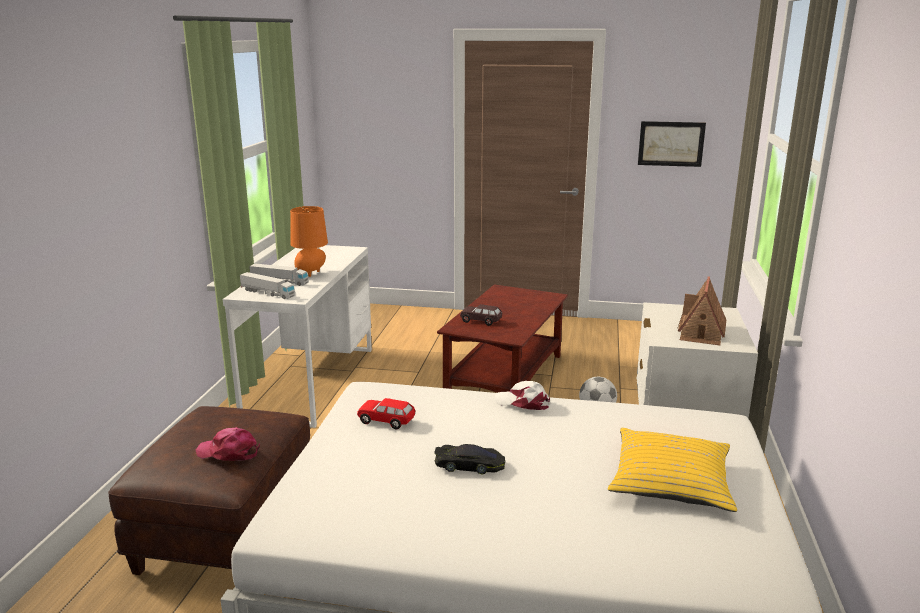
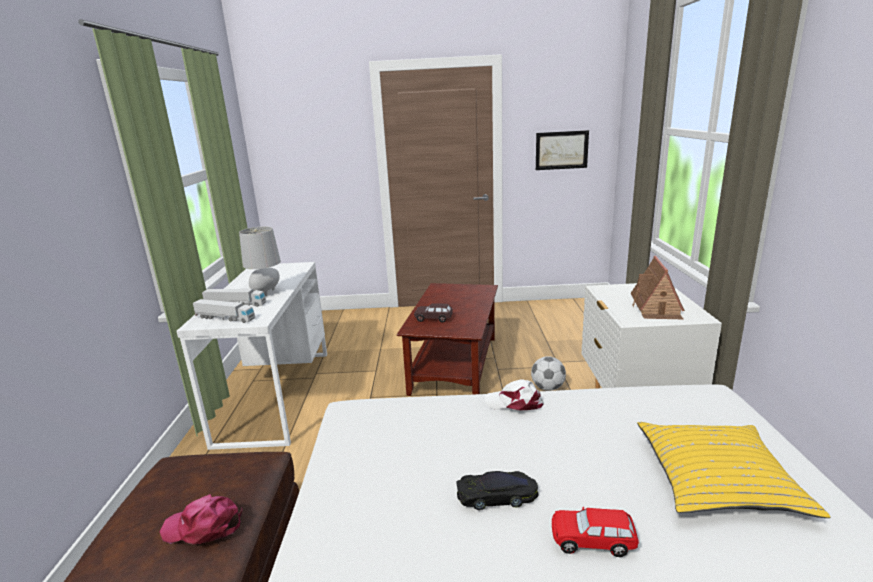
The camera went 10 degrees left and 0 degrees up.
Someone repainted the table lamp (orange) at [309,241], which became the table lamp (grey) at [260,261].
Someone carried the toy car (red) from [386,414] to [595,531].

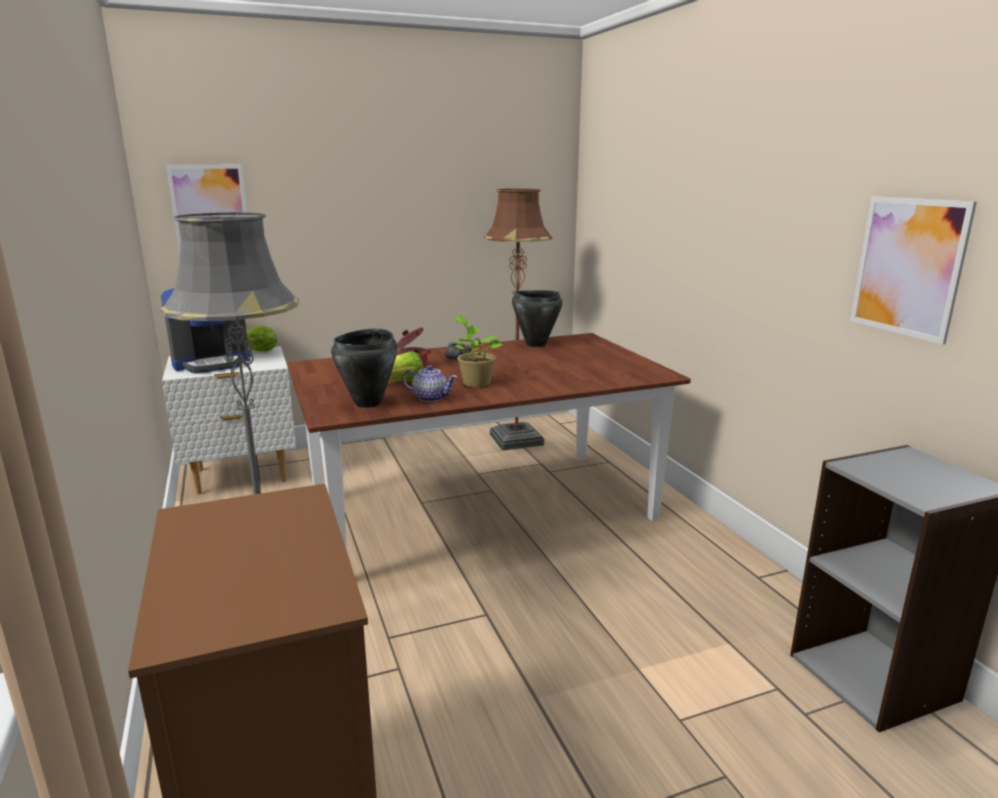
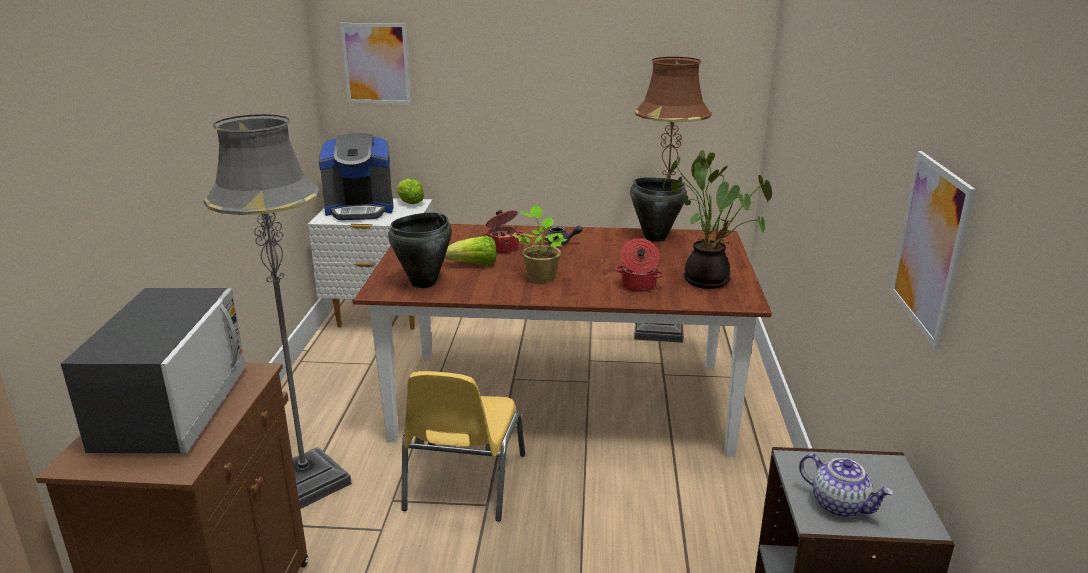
The camera went 25 degrees right and 5 degrees up.
Someone put down the microwave at [154,370].
Someone put down the chair (yellow) at [463,446].
Someone put down the cooking pot at [639,265].
Someone put down the potted plant at [717,219].
Someone carried the teapot from [430,383] to [846,485].

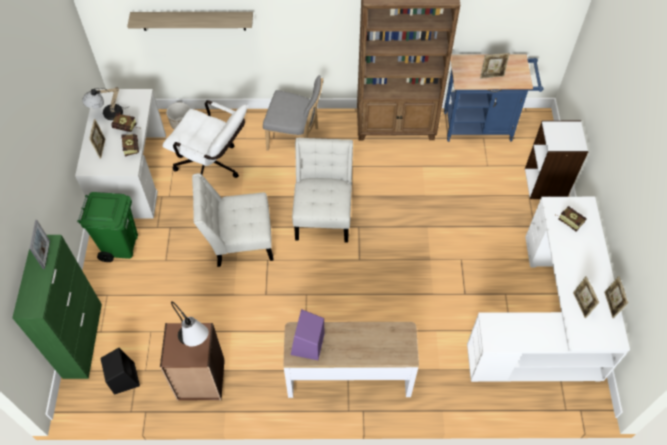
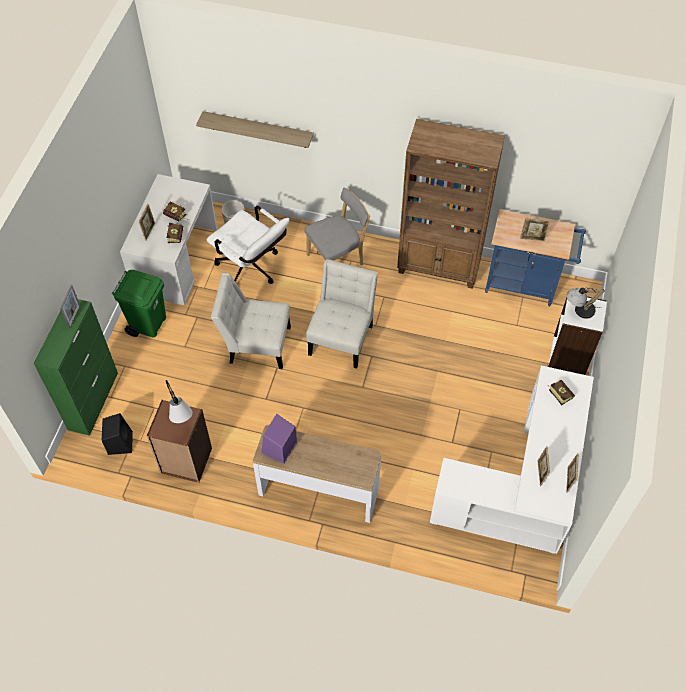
The camera went 15 degrees right and 0 degrees up.
Someone rotated the chair (grey) at [293,113] by 60 degrees counterclockwise.
Someone carried the table lamp from [105,103] to [586,303].

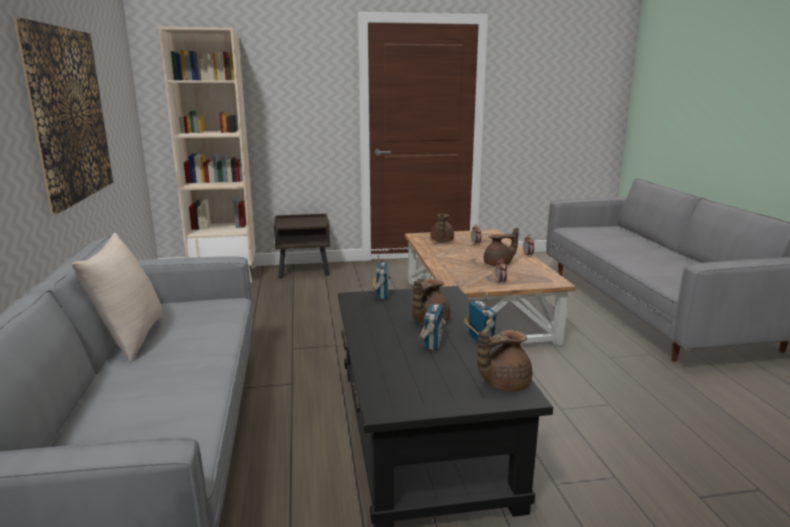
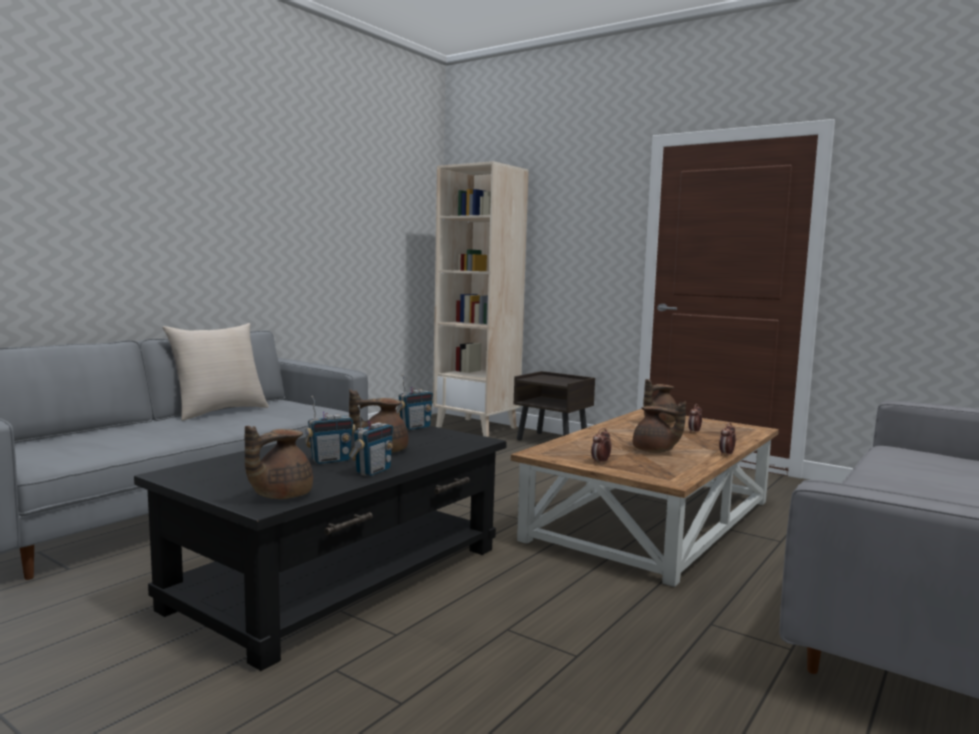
The camera went 45 degrees right and 10 degrees down.
Someone rotated the teapot (brown) at [504,361] by 75 degrees counterclockwise.
Someone took away the picture at [63,116].

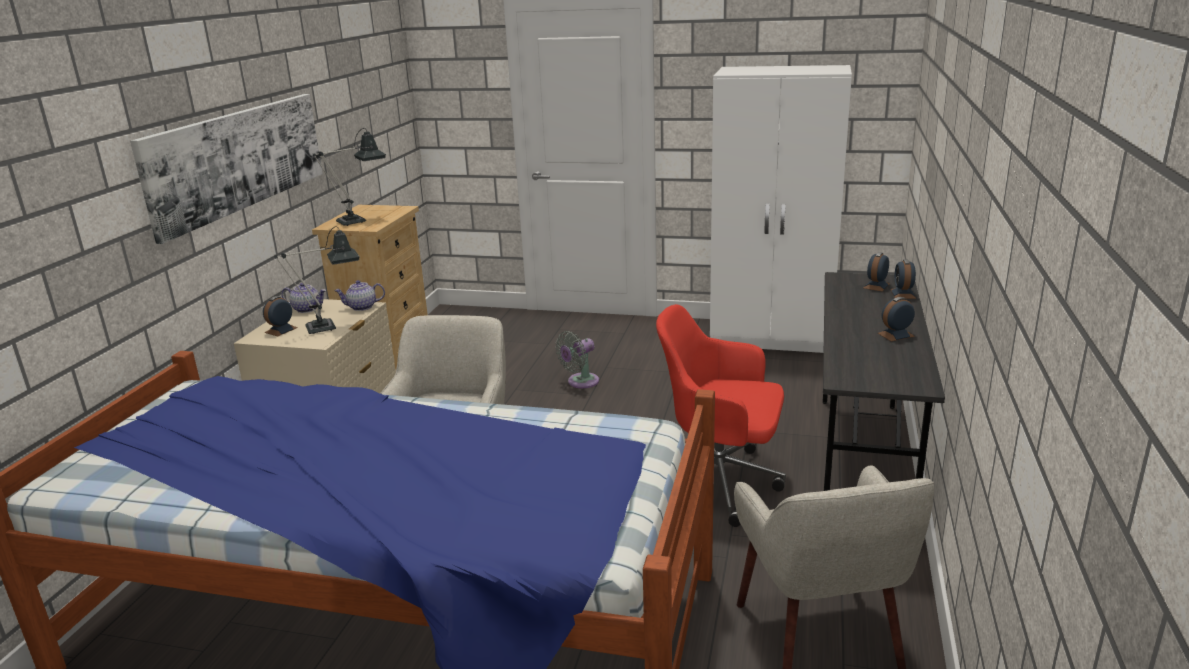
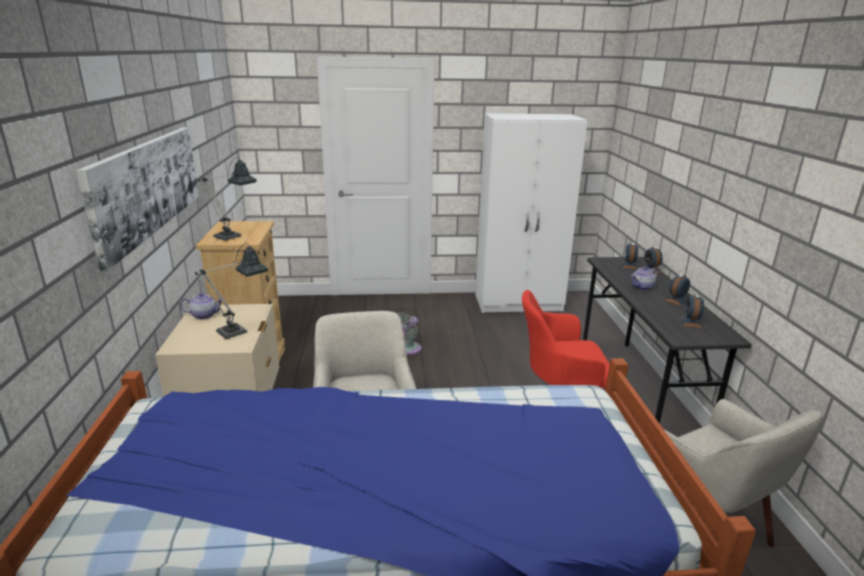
The camera went 20 degrees left and 0 degrees up.
Someone carried the teapot from [359,295] to [644,279].
Someone carried the alarm clock from [280,316] to [692,311].

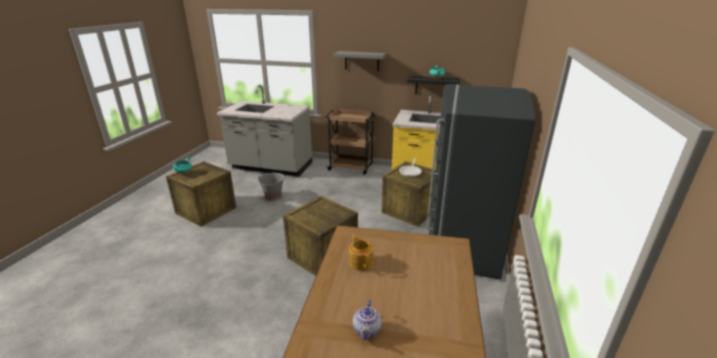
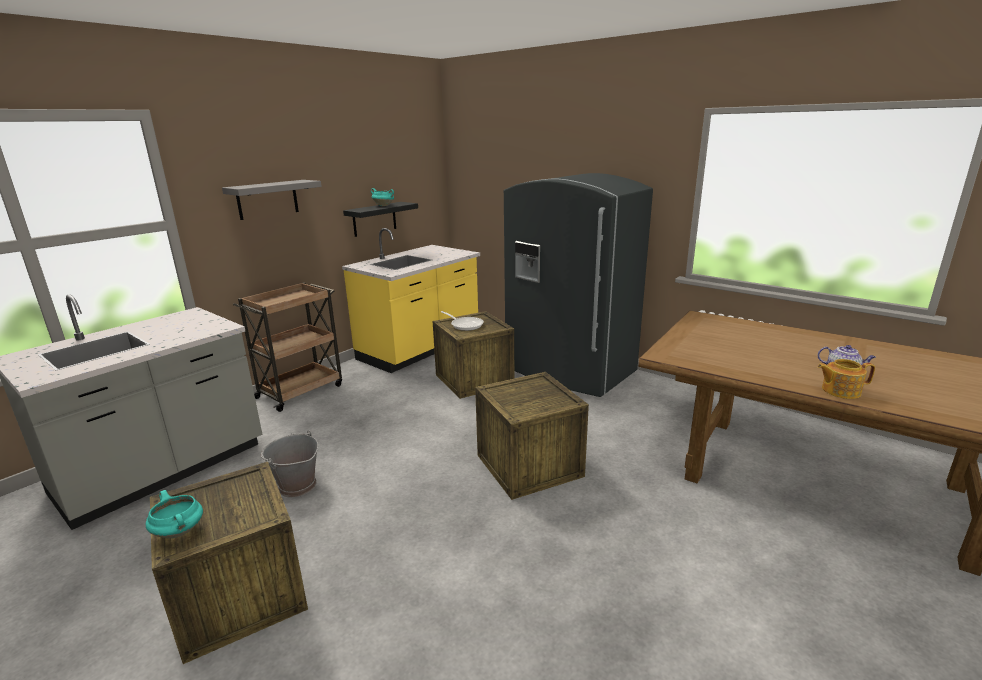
The camera went 65 degrees left and 5 degrees down.
Someone carried the teapot from [361,252] to [846,379].

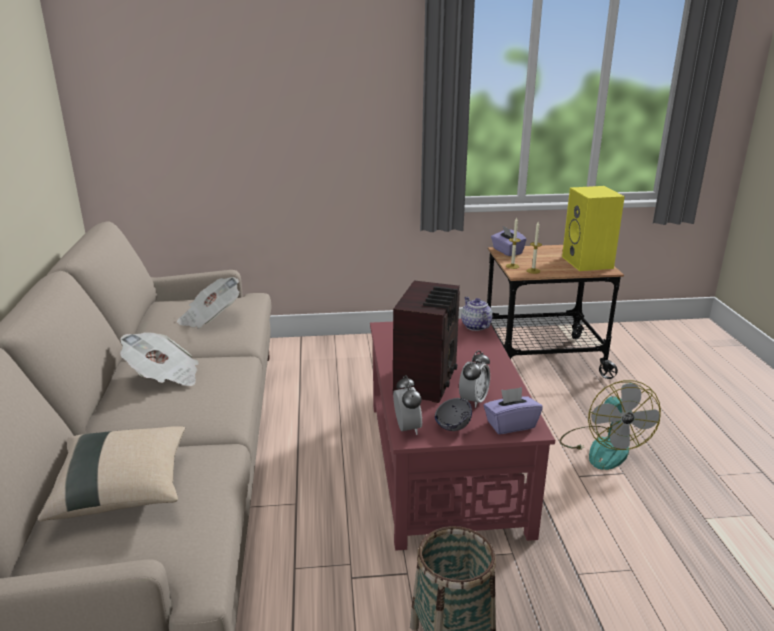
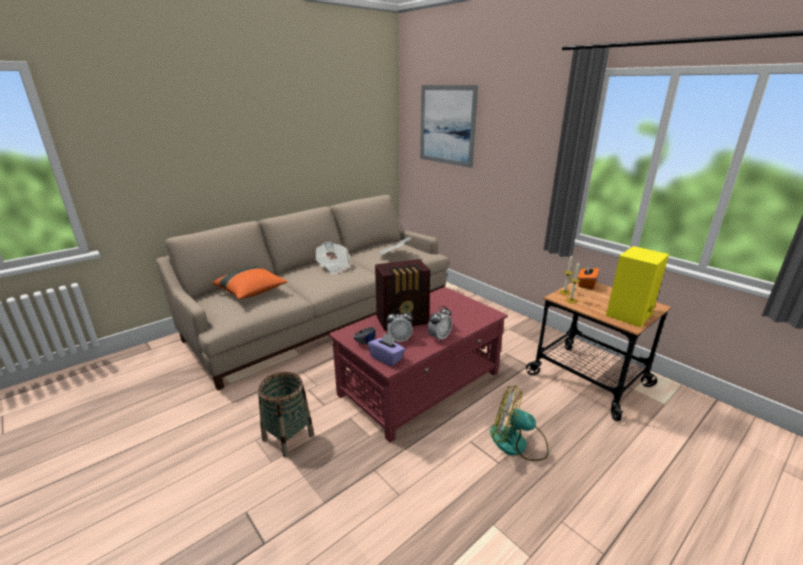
The camera went 55 degrees right and 0 degrees up.
Someone repainted the pillow (beige) at [111,473], which became the pillow (orange) at [249,282].
Someone put up the picture at [449,126].
Someone carried the alarm clock from [407,405] to [440,324].
Someone rotated the fan at [610,425] by 60 degrees clockwise.
Someone repainted the tissue box (purple) at [509,241], which became the tissue box (orange) at [589,276].
Someone took away the teapot at [477,314].

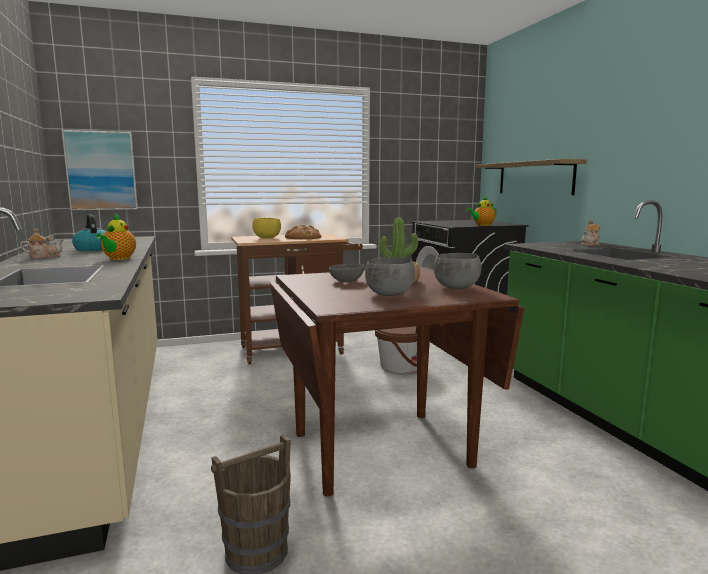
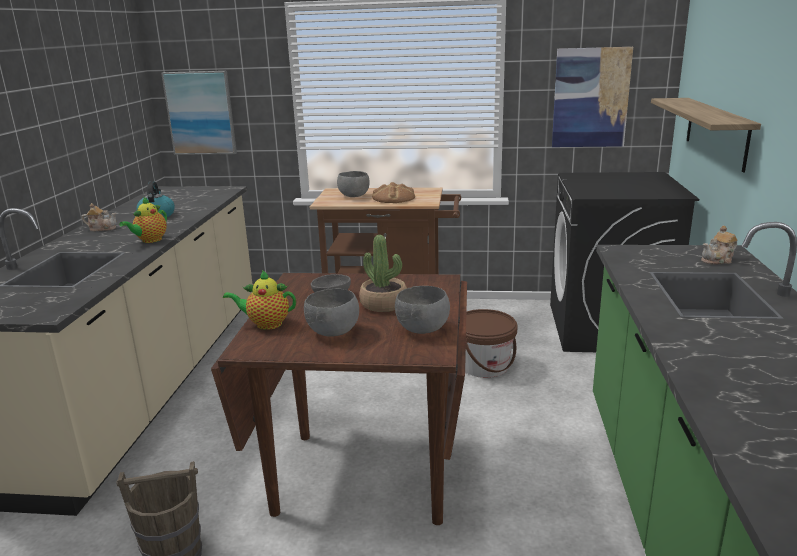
The camera went 25 degrees right and 10 degrees up.
Someone carried the teapot from [481,211] to [259,300].
Someone repainted the bowl (yellow) at [266,228], which became the bowl (grey) at [353,184].
Someone put up the picture at [592,97].

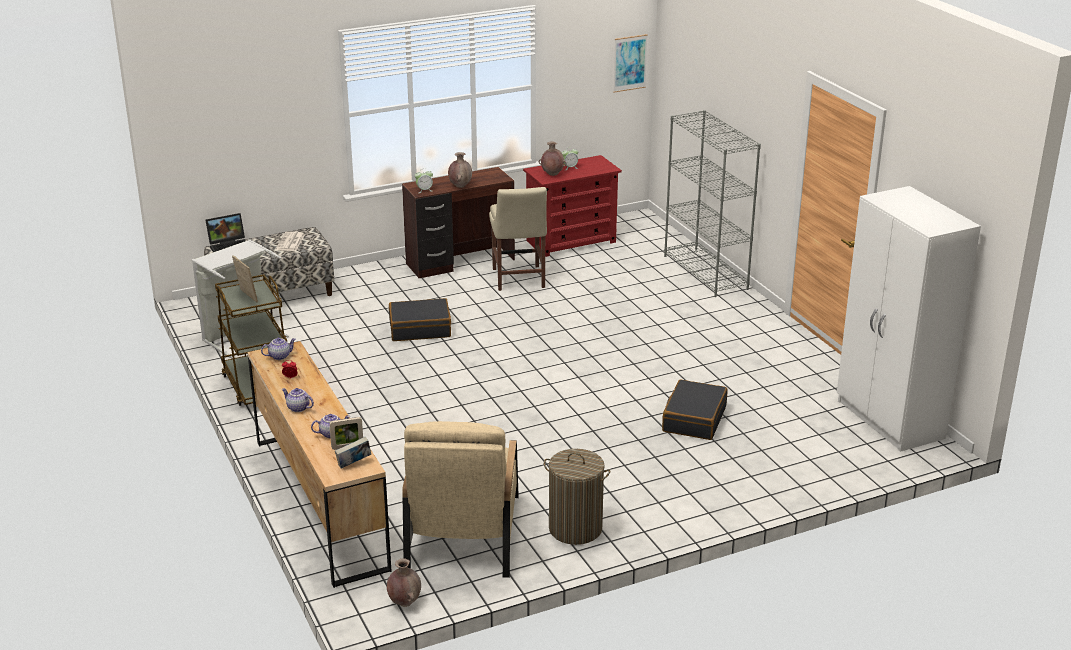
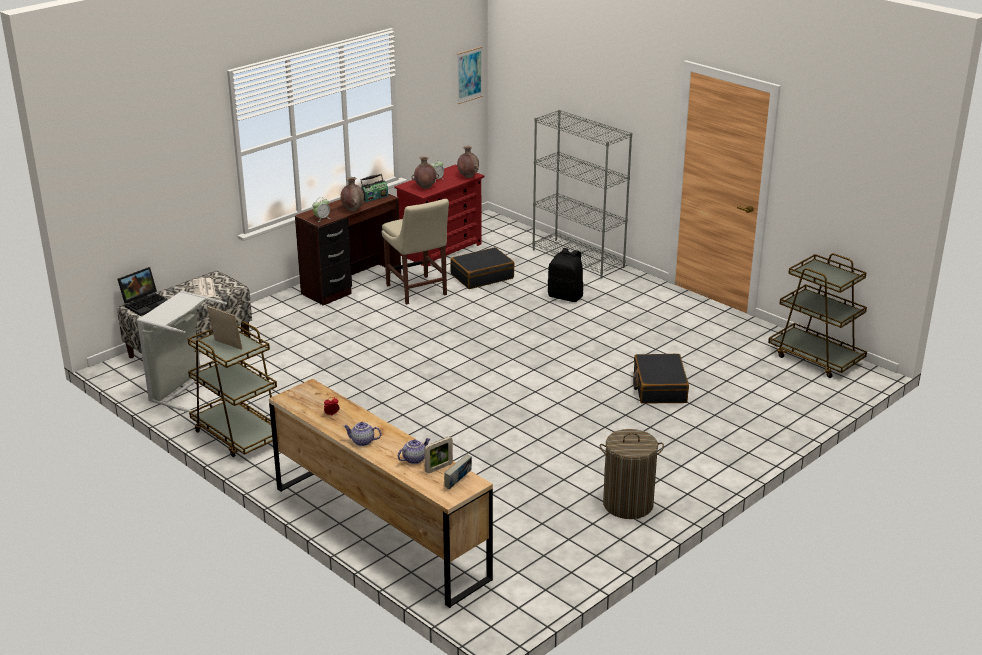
The camera went 20 degrees left and 0 degrees up.
Someone put down the radio at [374,188].
Someone carried the suitcase (black) from [420,319] to [482,268].
Someone carried the vase (brown) from [404,583] to [468,162].
Someone put down the backpack (black) at [565,275].
Someone swapped the wardrobe (white) at [909,319] for the cart (brown) at [817,315].
Someone took away the teapot at [278,349].
Someone took away the armchair (beige) at [460,499].

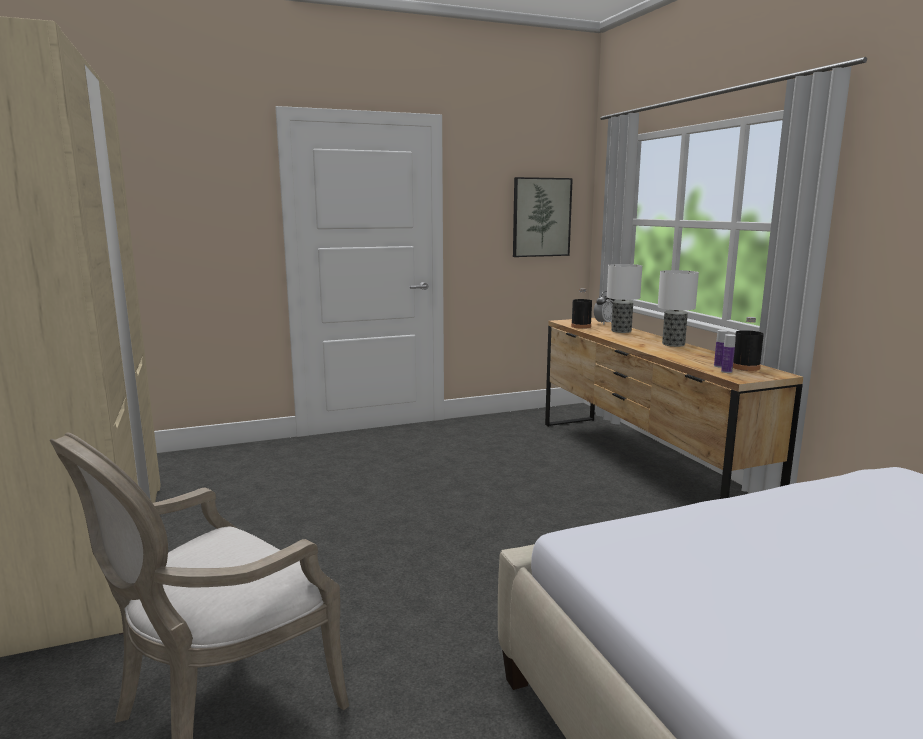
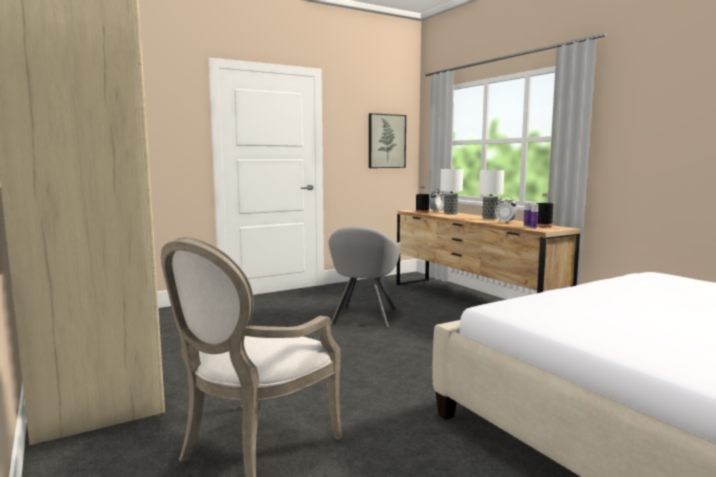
The camera went 10 degrees left and 5 degrees down.
Someone put down the armchair (grey) at [364,277].
Someone put down the alarm clock at [506,209].

